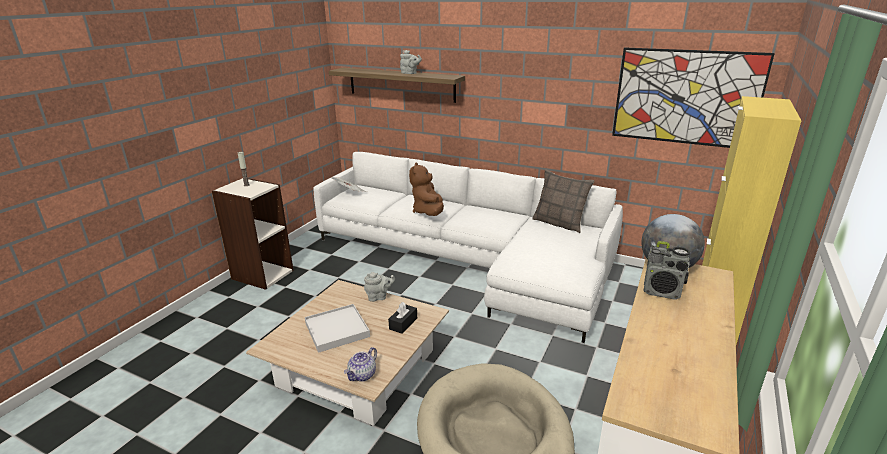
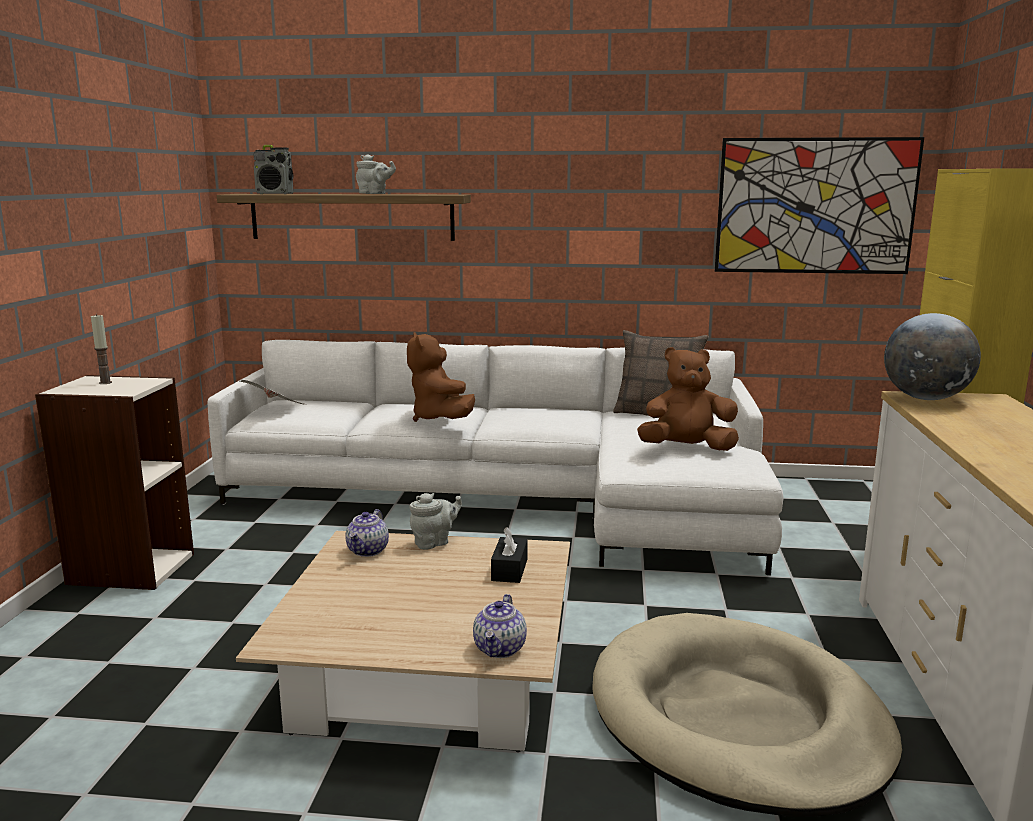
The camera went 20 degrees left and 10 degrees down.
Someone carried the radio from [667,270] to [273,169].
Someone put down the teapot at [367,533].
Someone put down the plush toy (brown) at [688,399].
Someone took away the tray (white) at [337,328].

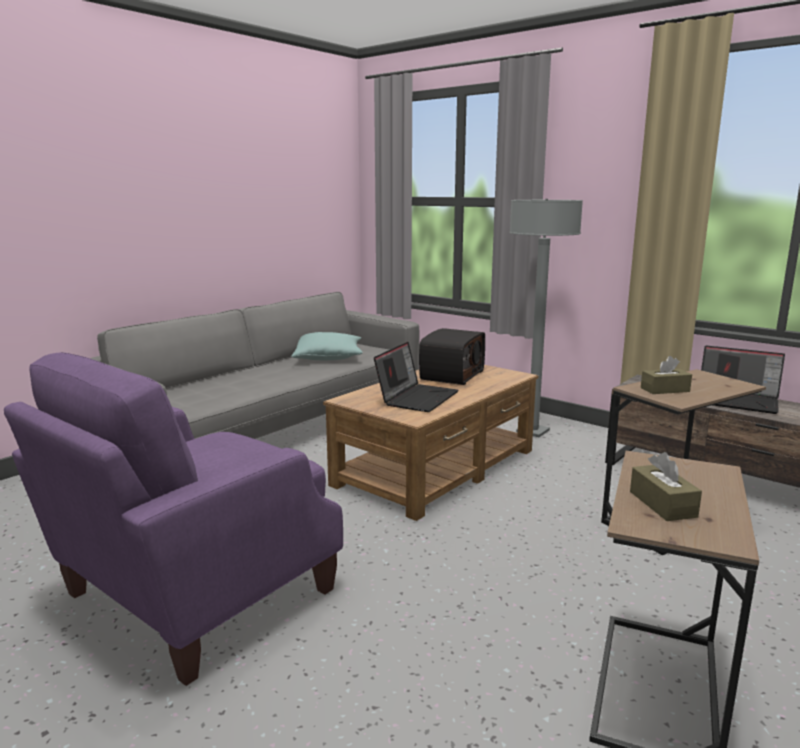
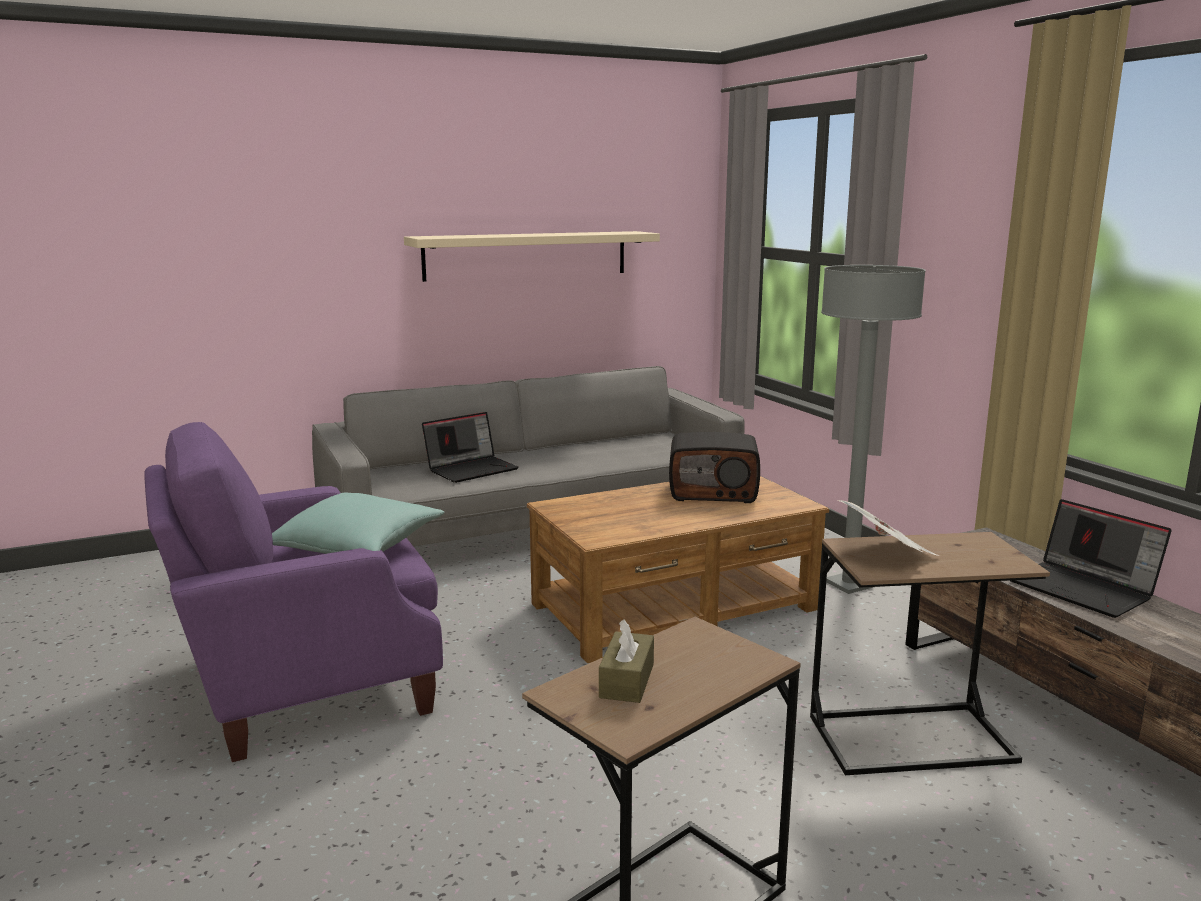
The camera went 25 degrees right and 0 degrees up.
Someone carried the pillow (turquoise) from [327,346] to [358,523].
Someone put up the shelf (beige) at [532,256].
Someone carried the laptop from [416,377] to [470,447].
Someone rotated the radio at [452,356] by 45 degrees clockwise.
Someone swapped the tissue box (brown) at [666,375] for the newspaper at [889,528].

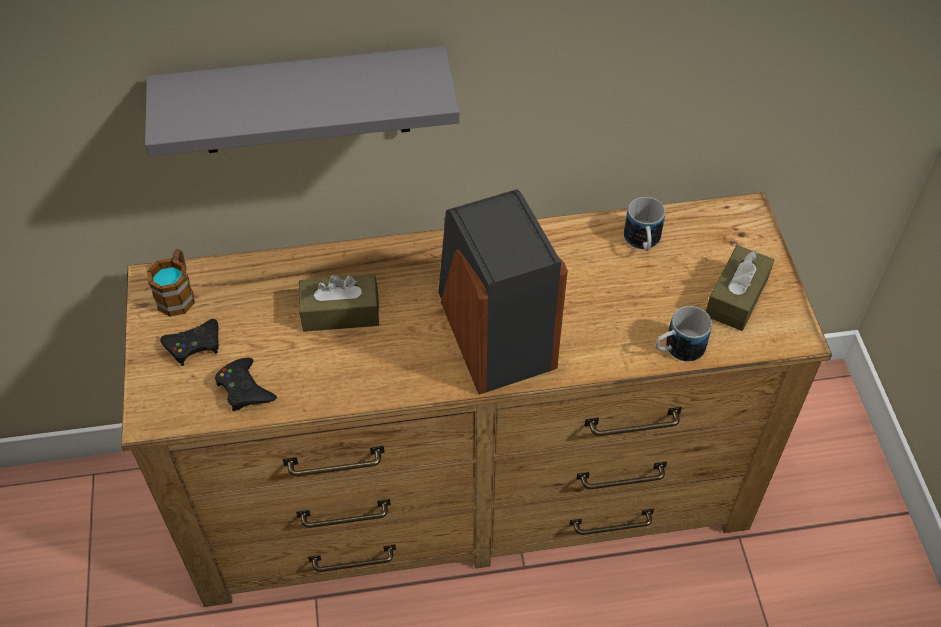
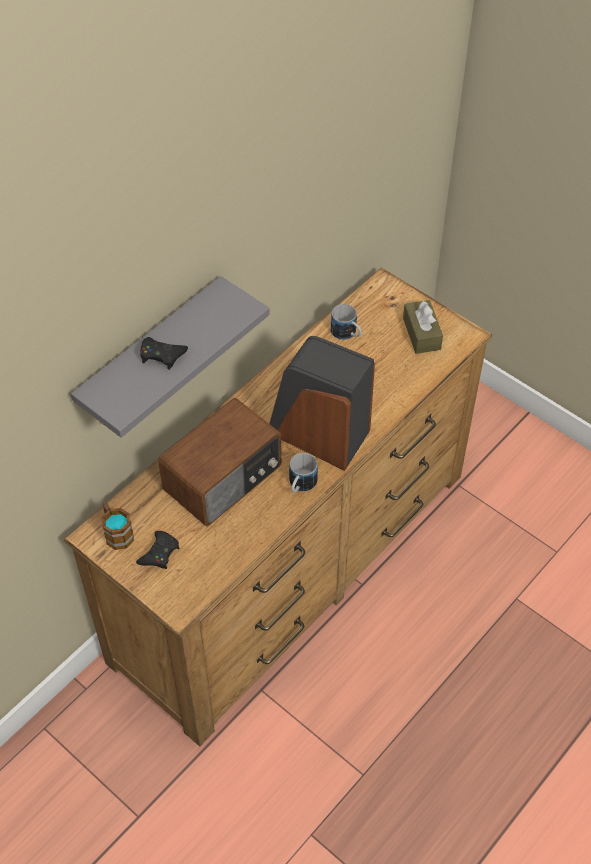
The camera went 40 degrees left and 0 degrees up.
Someone carried the game controller (black) from [246,384] to [164,353].
Someone swapped the tissue box (brown) at [339,303] for the radio at [219,462].
Someone carried the mug from [683,334] to [303,473].

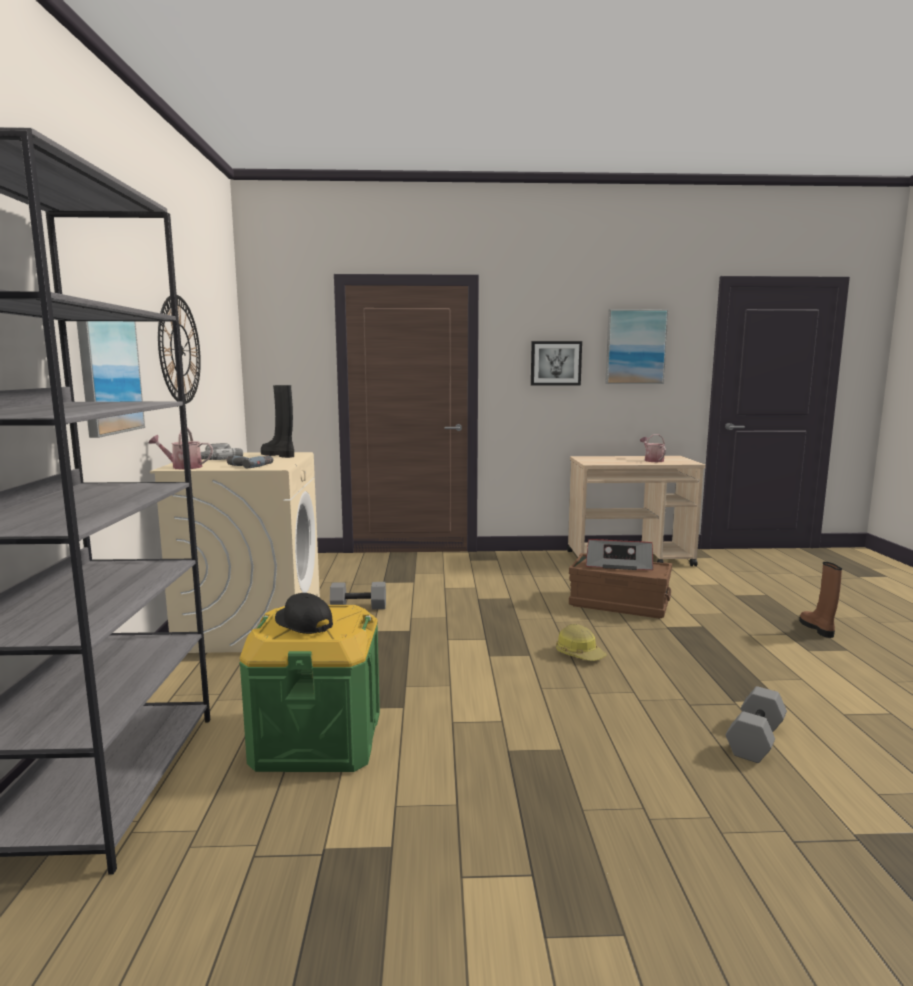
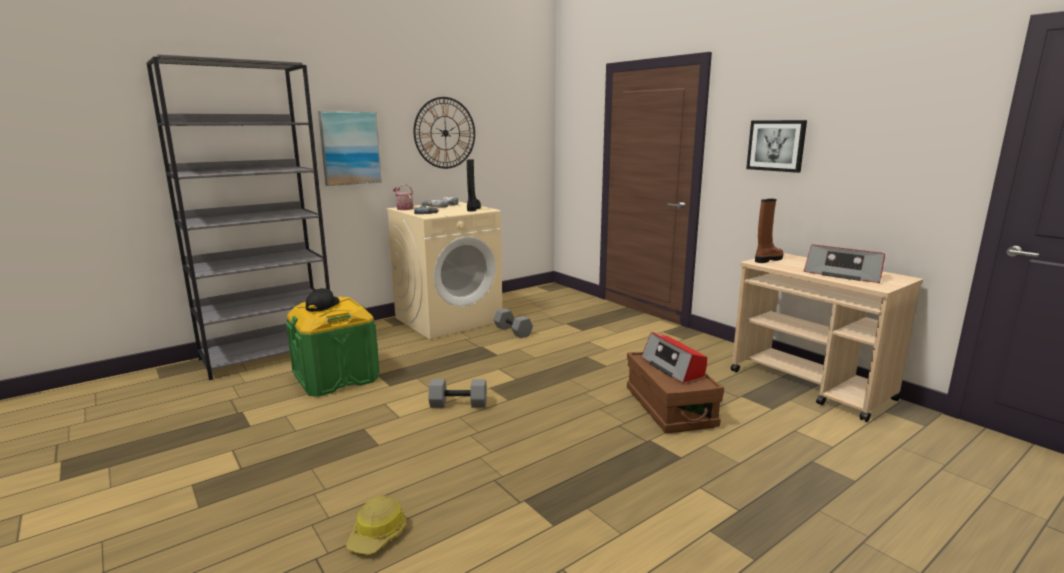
The camera went 55 degrees right and 5 degrees up.
Someone carried the hard hat from [581,642] to [376,525].
Someone carried the dumbbell (grey) from [756,724] to [457,393].
Someone carried the boot (brown) from [820,600] to [769,231].
Someone swapped the watering can at [653,448] for the radio at [844,263].
Someone took away the picture at [637,346].

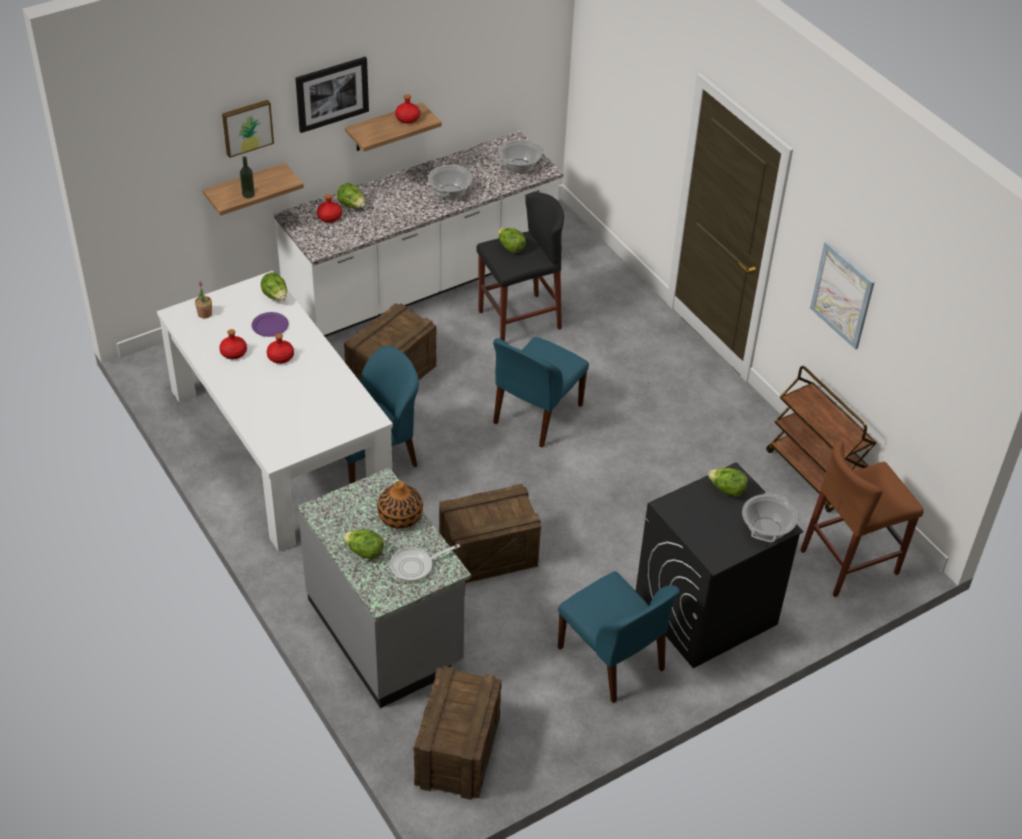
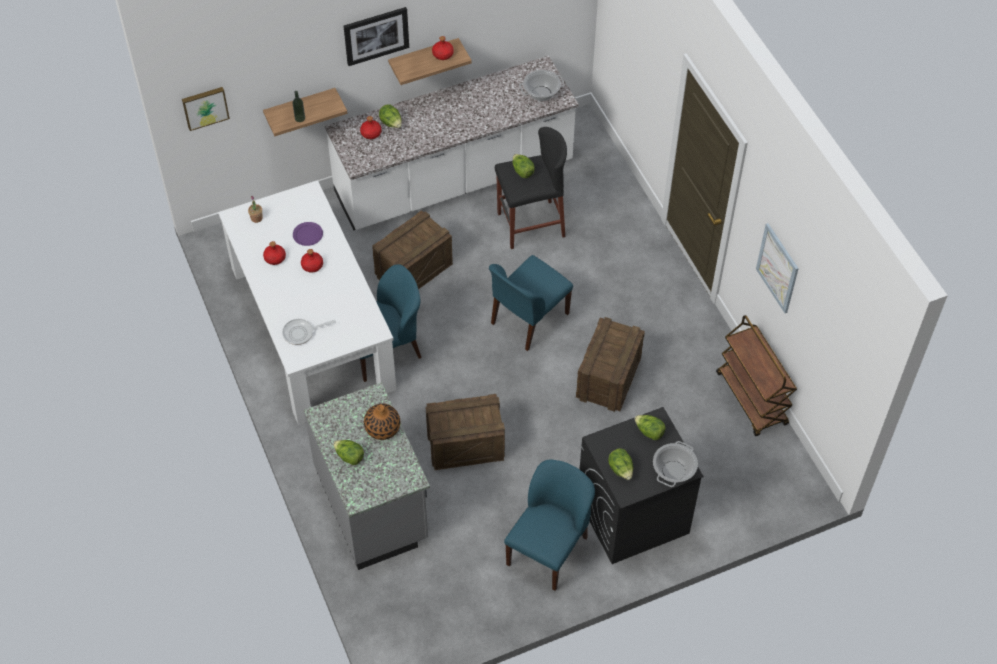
The camera went 10 degrees right and 10 degrees up.
Someone carried the picture from [248,129] to [206,109].
Someone carried the frying pan from [425,563] to [309,332].
Someone rotated the chair (blue) at [619,637] by 120 degrees counterclockwise.
Someone carried the crate from [458,733] to [610,364].
Someone carried the lettuce from [274,286] to [620,464].
Someone took away the cooking pot at [450,182].
Someone took away the stool (brown) at [862,519].

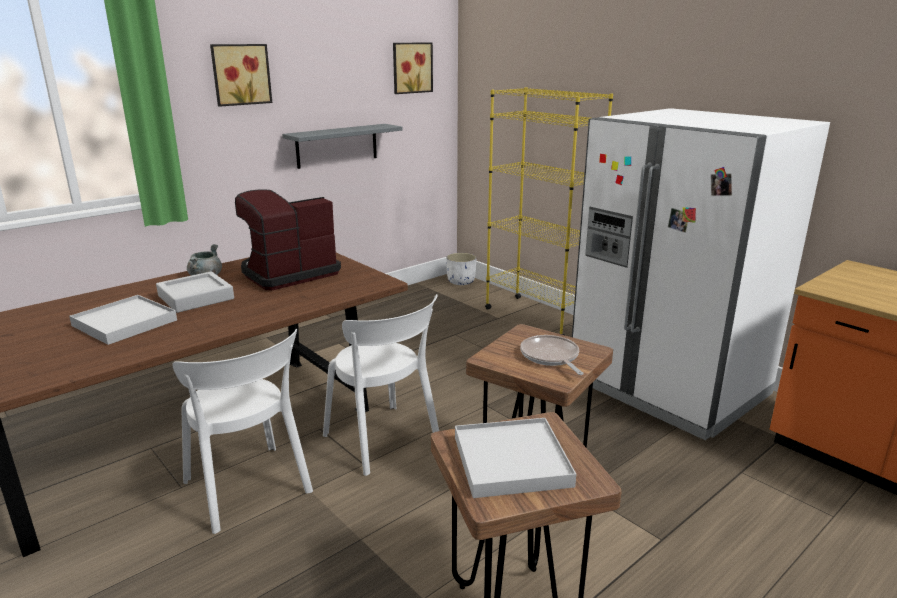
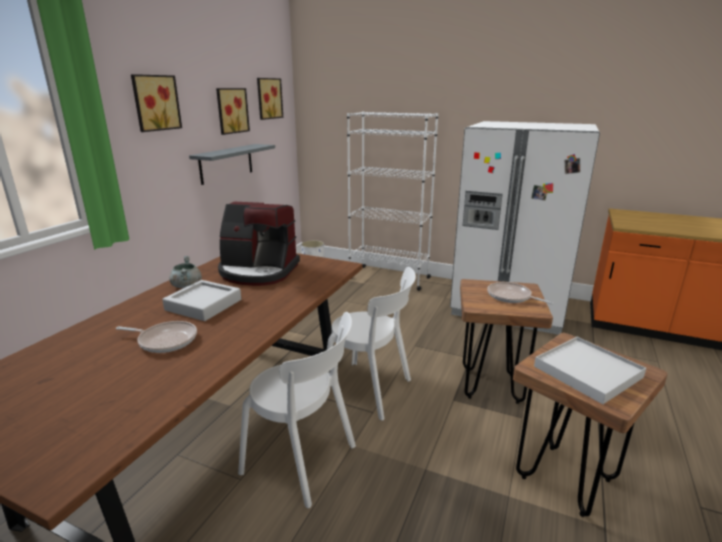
The camera went 25 degrees left and 0 degrees up.
Someone swapped the tray (white) at [123,320] for the frying pan at [156,337].
Someone put up the picture at [233,111].
Someone rotated the coffee machine at [288,240] by 105 degrees counterclockwise.
Someone repainted the bookcase (yellow) at [549,211], which became the bookcase (white) at [393,201].

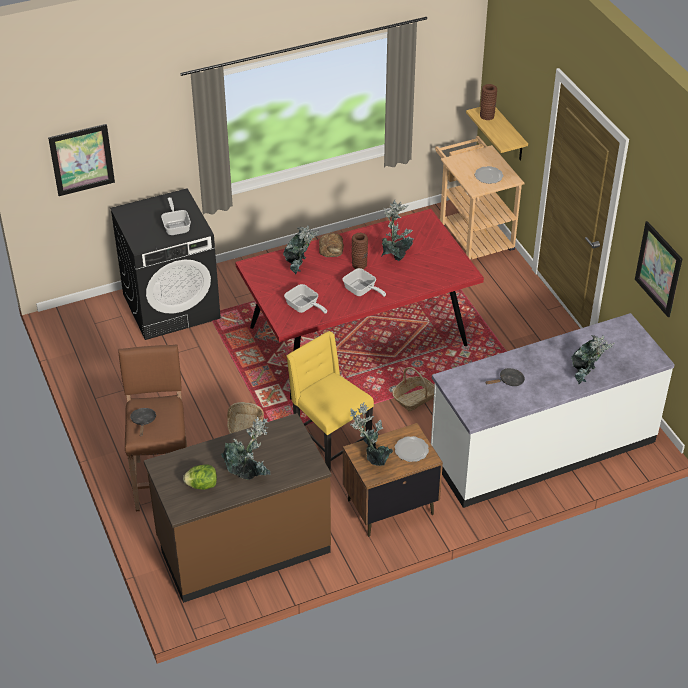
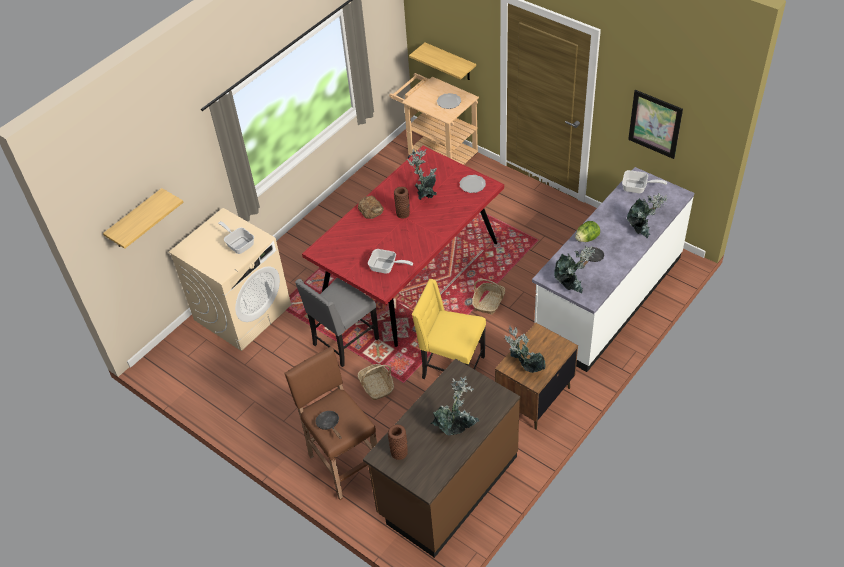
The camera went 25 degrees left and 5 degrees up.
Someone swapped the picture at [81,160] for the shelf at [143,218].
Someone repainted the washing machine (black) at [165,264], which became the washing machine (beige) at [230,279].
Someone put down the chair (grey) at [337,322].
Someone carried the vase (brown) from [488,102] to [398,442].
Someone carried the plate from [412,449] to [473,184].
Someone carried the potted plant from [301,250] to [574,269].
Someone carried the lettuce from [200,477] to [587,231].
Someone carried the frying pan from [364,282] to [644,181].

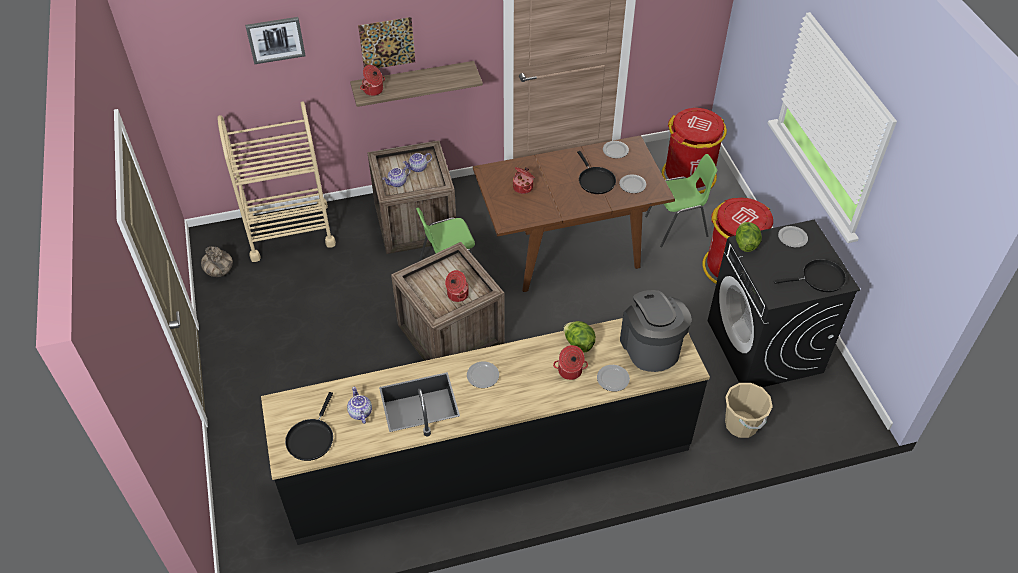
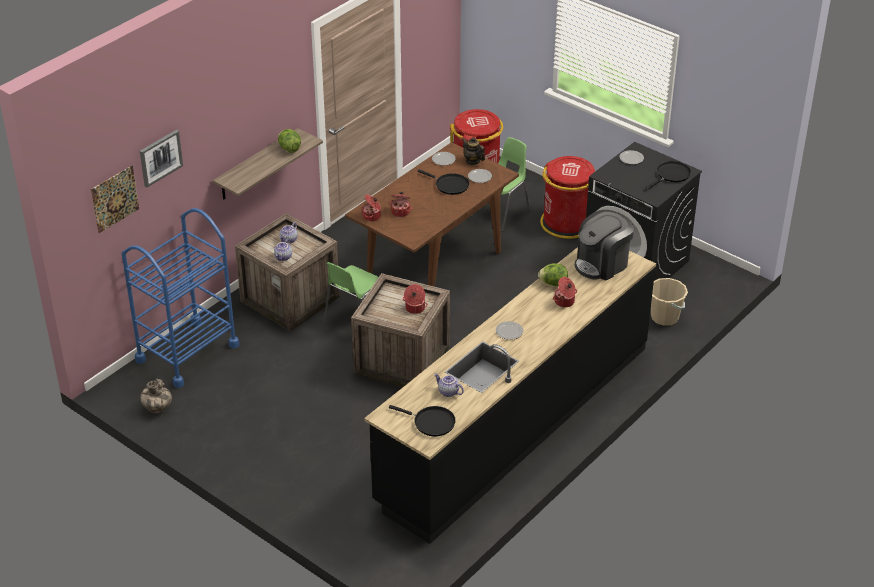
The camera went 35 degrees left and 10 degrees down.
Someone carried the picture from [386,42] to [115,199].
Someone repainted the cart (beige) at [277,181], which became the cart (blue) at [181,298].
Someone carried the lettuce from [749,237] to [289,141].
Someone carried the cooking pot from [372,80] to [371,207].
Someone rotated the frying pan (black) at [309,426] by 45 degrees counterclockwise.
Someone put down the teapot at [473,151].
Someone rotated the coffee machine at [656,331] by 75 degrees counterclockwise.
Someone took away the plate at [613,378].

